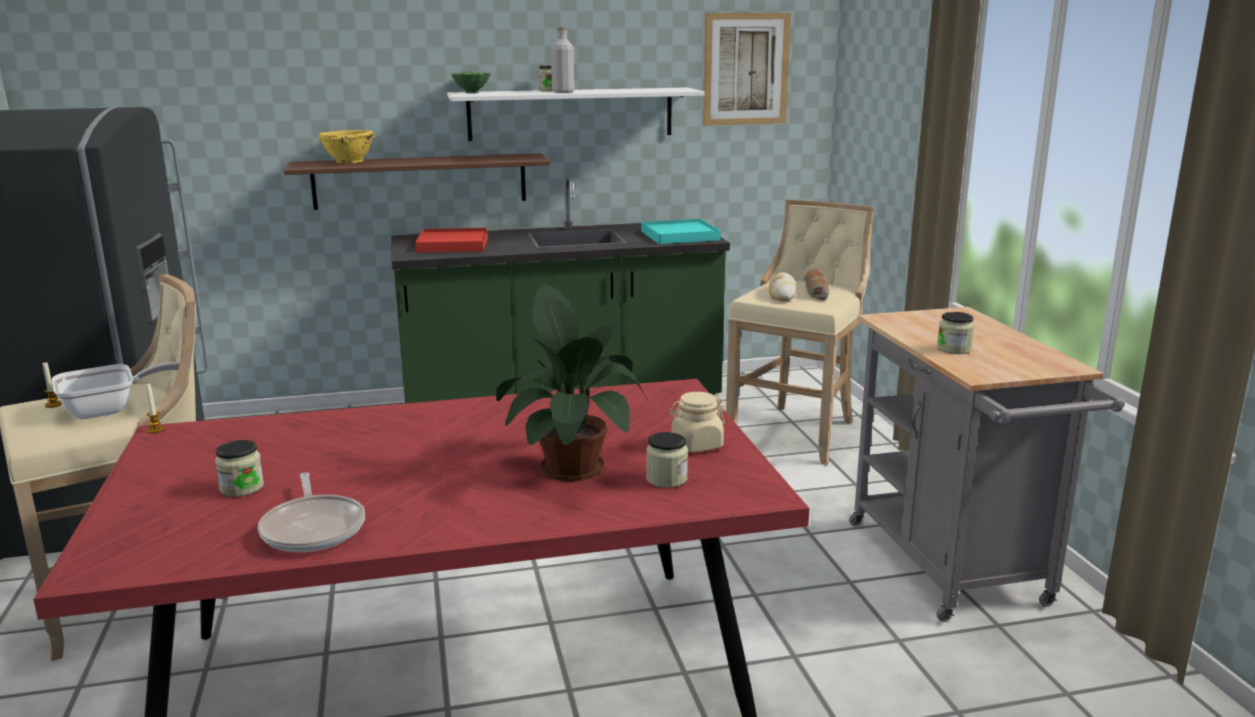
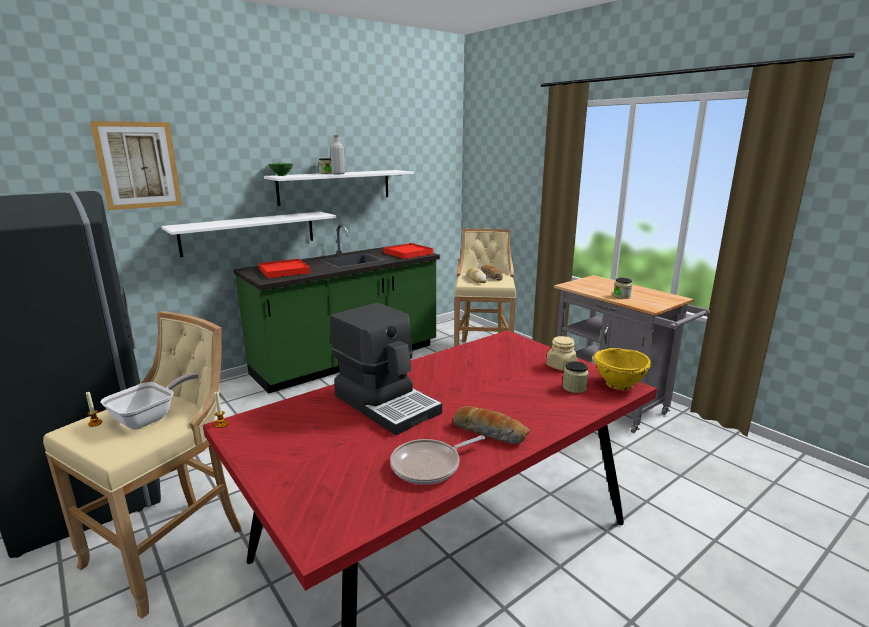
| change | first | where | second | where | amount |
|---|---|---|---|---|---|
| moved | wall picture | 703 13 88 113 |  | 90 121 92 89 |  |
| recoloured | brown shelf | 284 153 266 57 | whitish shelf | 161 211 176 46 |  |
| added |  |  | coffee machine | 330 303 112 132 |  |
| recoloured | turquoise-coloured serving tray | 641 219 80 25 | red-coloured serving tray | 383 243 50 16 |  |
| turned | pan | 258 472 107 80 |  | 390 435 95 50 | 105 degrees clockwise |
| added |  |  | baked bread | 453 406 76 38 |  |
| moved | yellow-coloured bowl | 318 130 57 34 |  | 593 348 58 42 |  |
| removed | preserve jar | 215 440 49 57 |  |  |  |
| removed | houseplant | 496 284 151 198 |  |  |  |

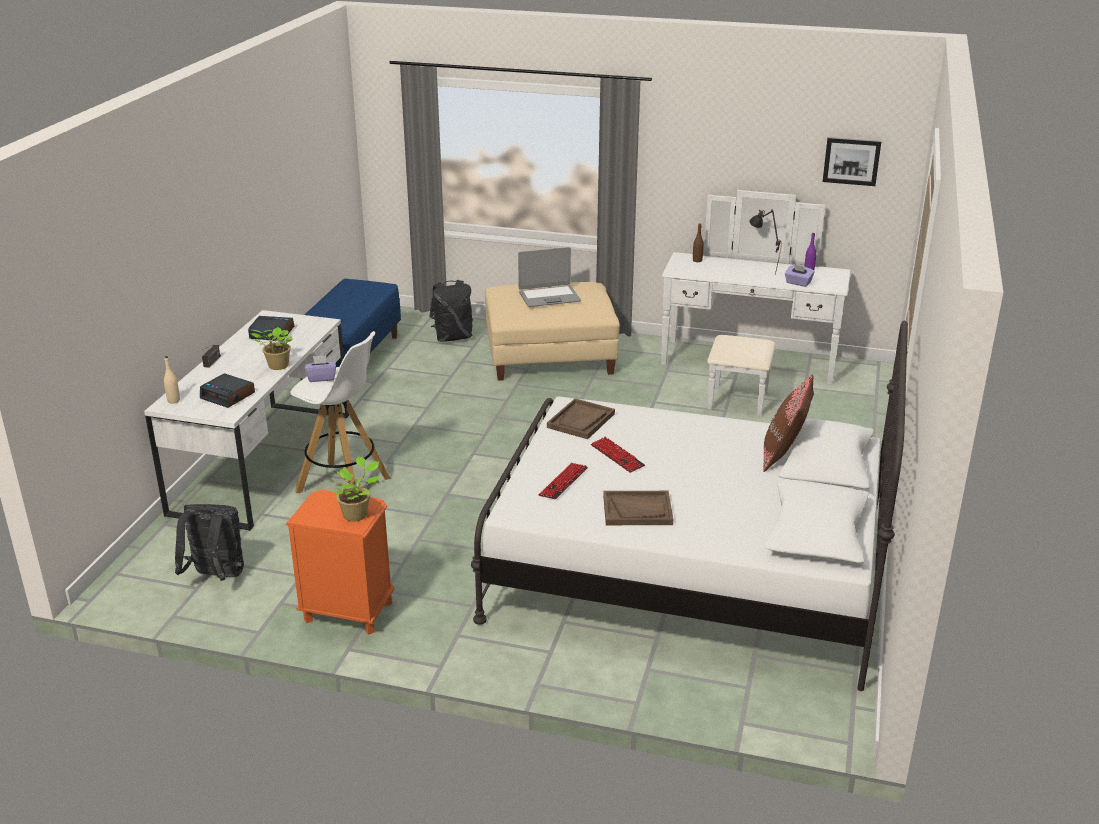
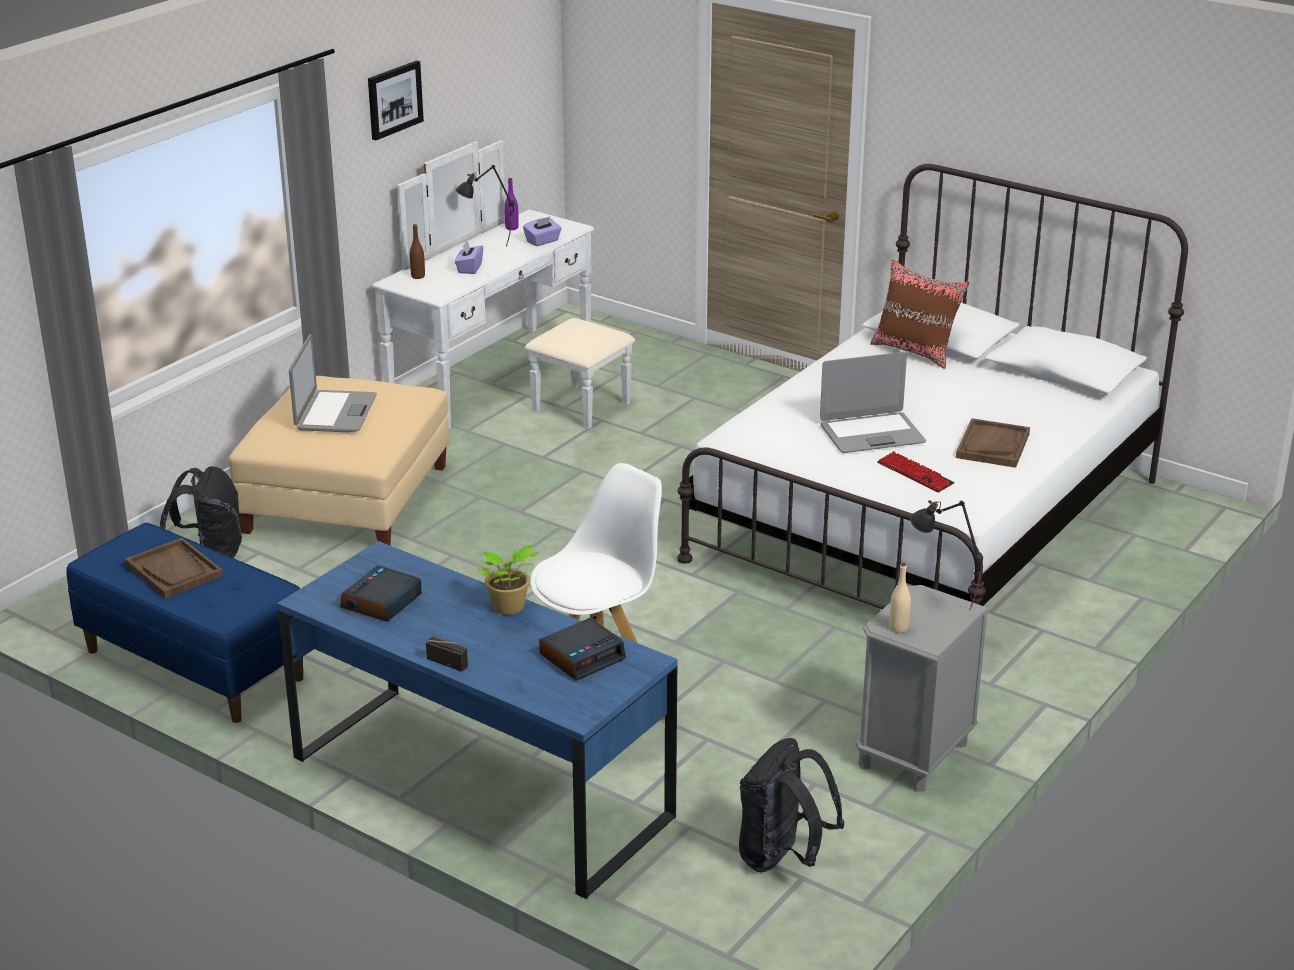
| change | first | where | second | where | amount |
|---|---|---|---|---|---|
| moved | brown serving tray | 547 398 68 41 |  | 125 538 98 61 |  |
| recoloured | whitish desk | 144 310 205 221 | bluish desk | 277 541 401 358 |  |
| moved | wall picture | 823 137 58 49 |  | 368 61 56 79 |  |
| moved | purple tissue box | 305 355 31 27 |  | 455 241 28 33 |  |
| replaced | keyboard | 591 437 54 36 | laptop | 820 352 106 101 |  |
| recoloured | orange-coloured bedside table | 285 490 109 145 | greyish bedside table | 856 585 133 207 |  |
| moved | beige-coloured drink bottle | 164 356 16 48 |  | 889 563 22 70 |  |
| replaced | houseplant | 332 456 48 66 | black table lamp | 910 500 73 110 |  |

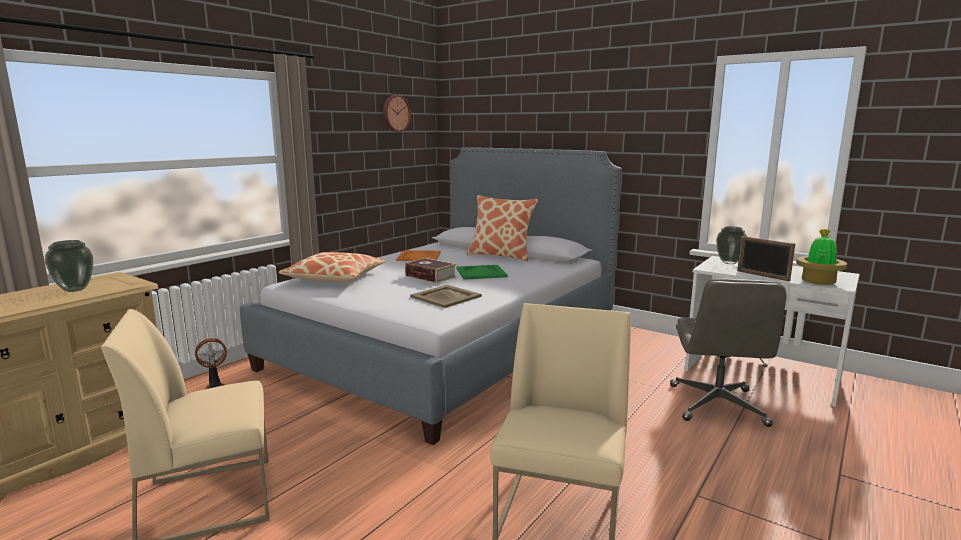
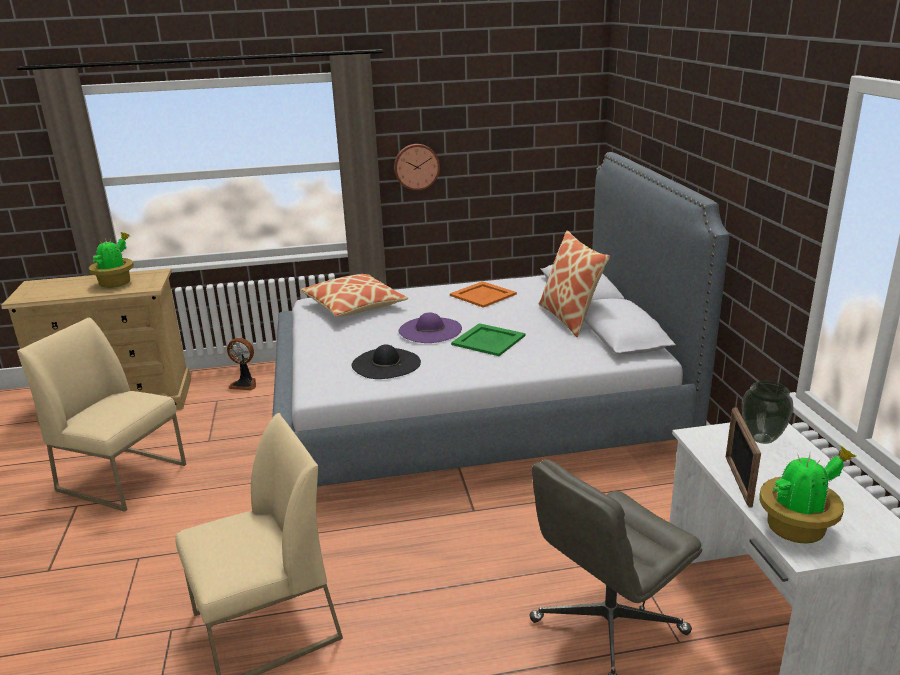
| change | first | where | second | where | amount |
|---|---|---|---|---|---|
| replaced | vase | 45 240 48 52 | houseplant | 89 232 45 56 |  |
| replaced | beige-coloured serving tray | 410 285 72 23 | black wearable hat | 351 344 70 35 |  |
| moved | hanging clock | 383 95 28 37 |  | 394 144 46 47 |  |
| replaced | book | 405 258 51 25 | purple wearable hat | 399 312 63 31 |  |

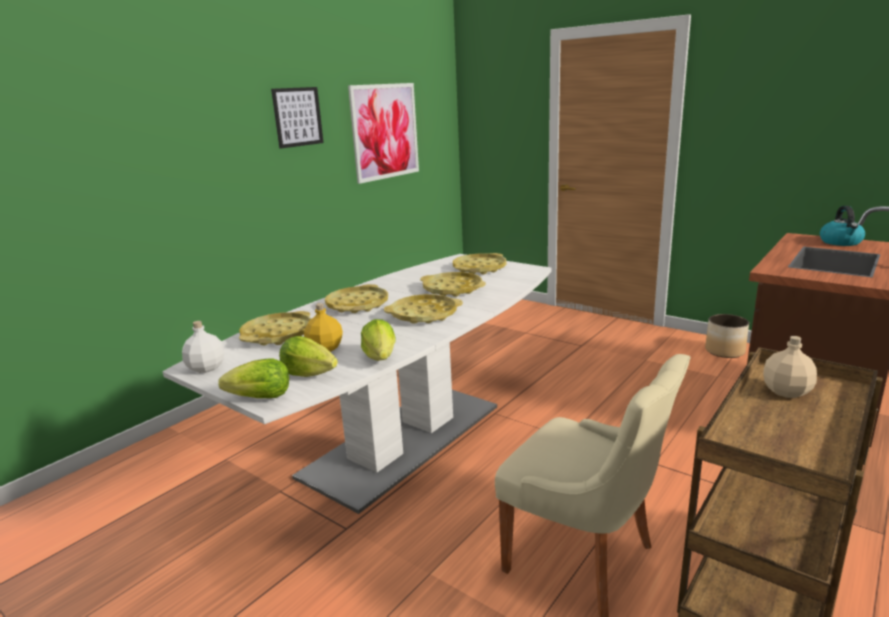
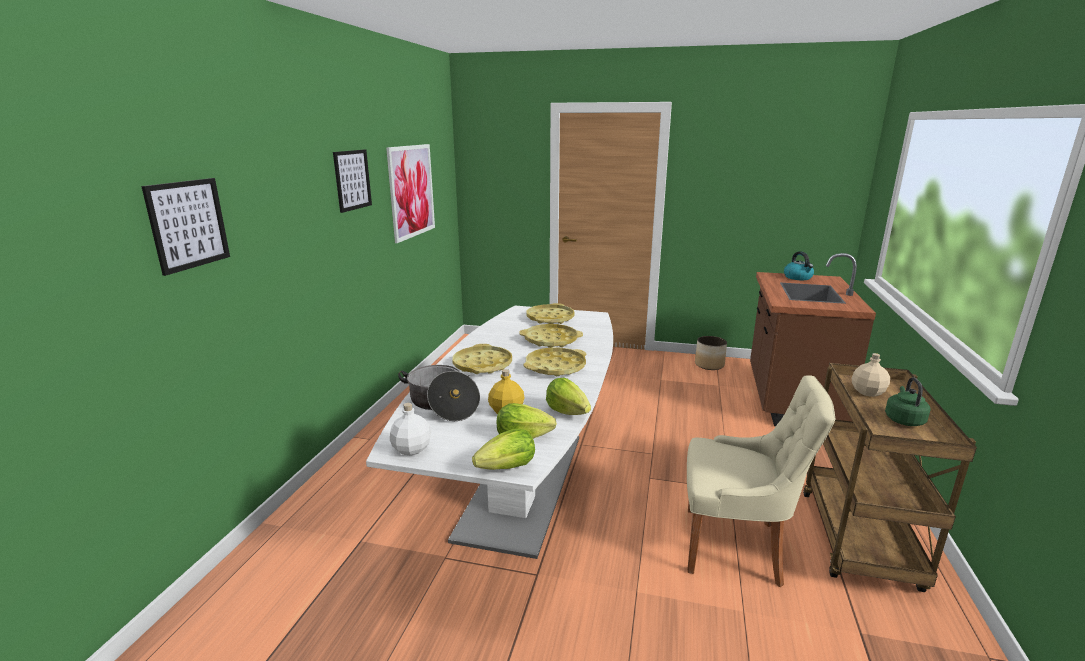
| change | first | where | second | where | amount |
|---|---|---|---|---|---|
| added |  |  | wall picture | 141 178 89 98 |  |
| replaced | yellow-coloured serving tray | 239 311 72 34 | stockpot | 398 365 82 56 |  |
| added |  |  | green-coloured tea kettle | 885 377 46 49 |  |

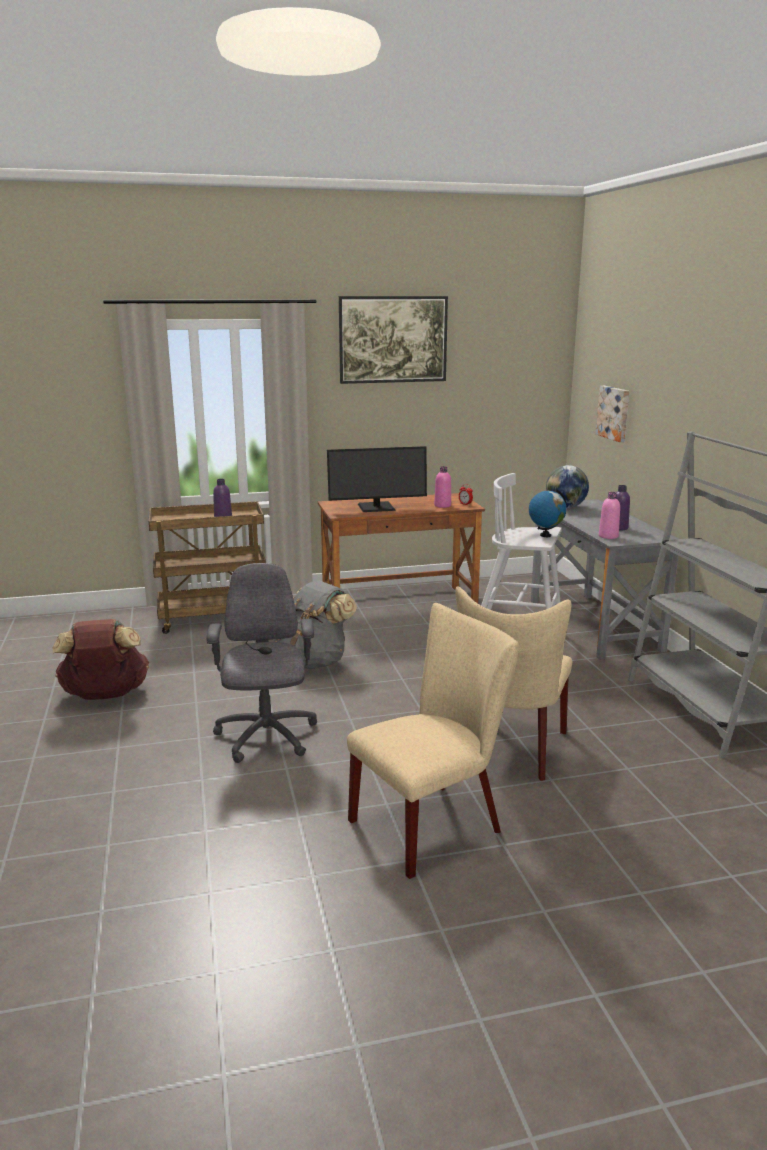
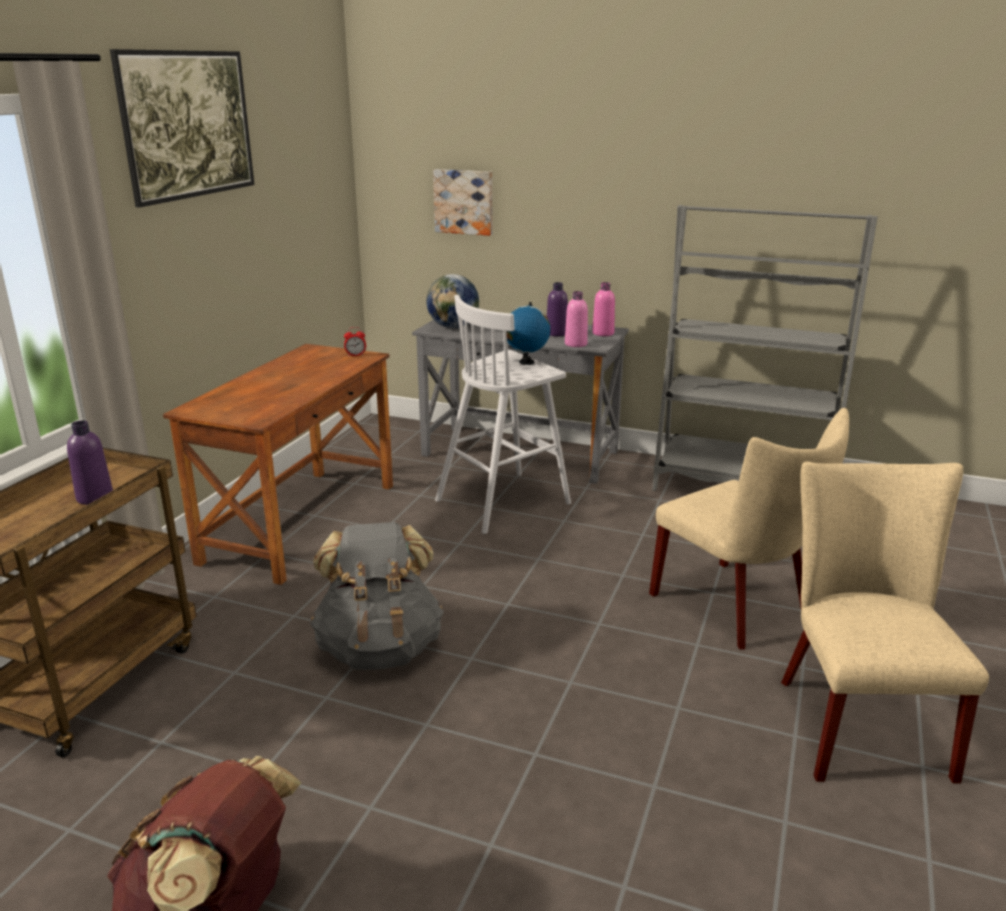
| change | first | where | second | where | amount |
|---|---|---|---|---|---|
| moved | pink drink bottle | 434 466 17 42 |  | 592 282 23 54 |  |
| removed | greyish desk chair | 207 563 110 200 |  |  |  |
| removed | monitor | 327 446 100 66 |  |  |  |

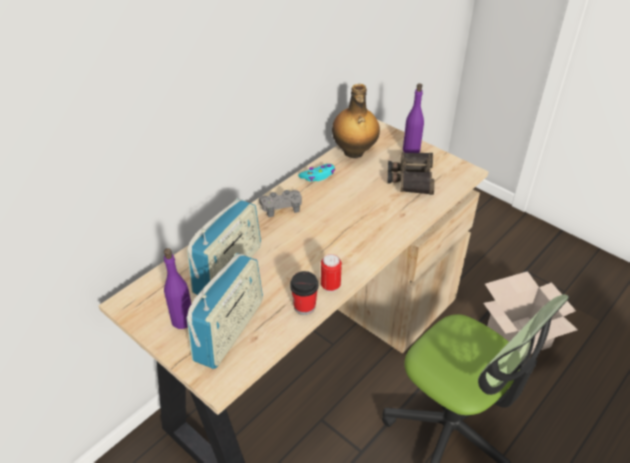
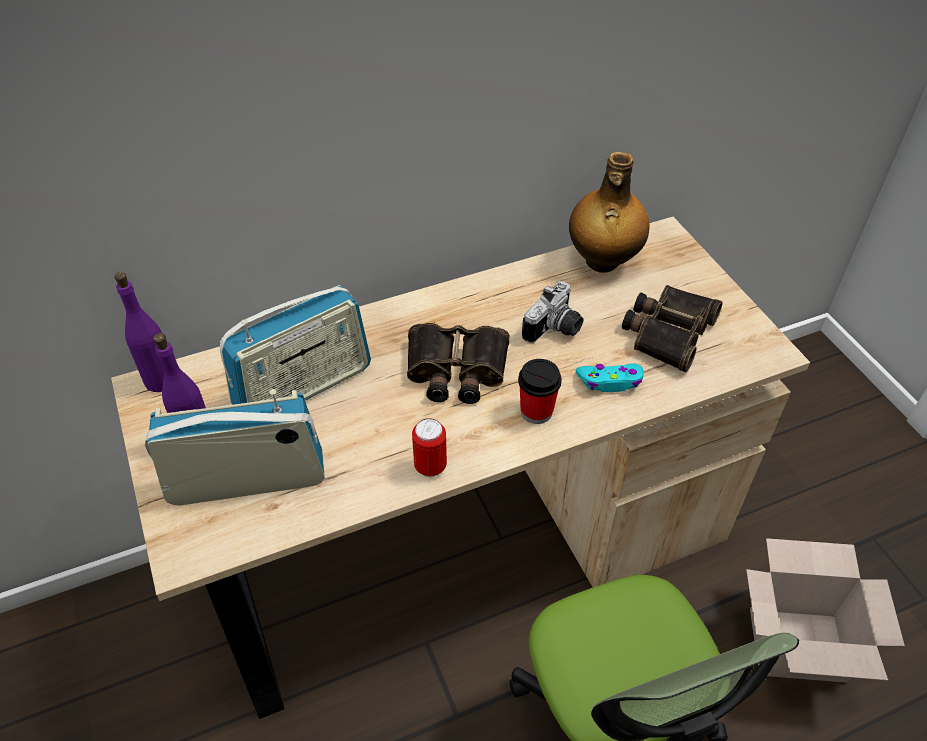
| change | first | where | second | where | amount |
|---|---|---|---|---|---|
| moved | purple drink bottle | 403 83 21 70 |  | 115 272 49 120 |  |
| turned | radio | 187 253 76 116 |  | 145 389 180 116 | 150 degrees counterclockwise |
| added |  |  | binoculars | 407 323 103 81 |  |
| moved | drinking cup | 290 271 29 44 |  | 518 359 44 65 |  |
| added |  |  | photo camera | 522 281 61 62 |  |
| moved | turquoise-coloured joypad | 298 164 37 18 |  | 576 363 68 29 |  |
| removed | greyish joypad | 259 190 43 27 |  |  |  |

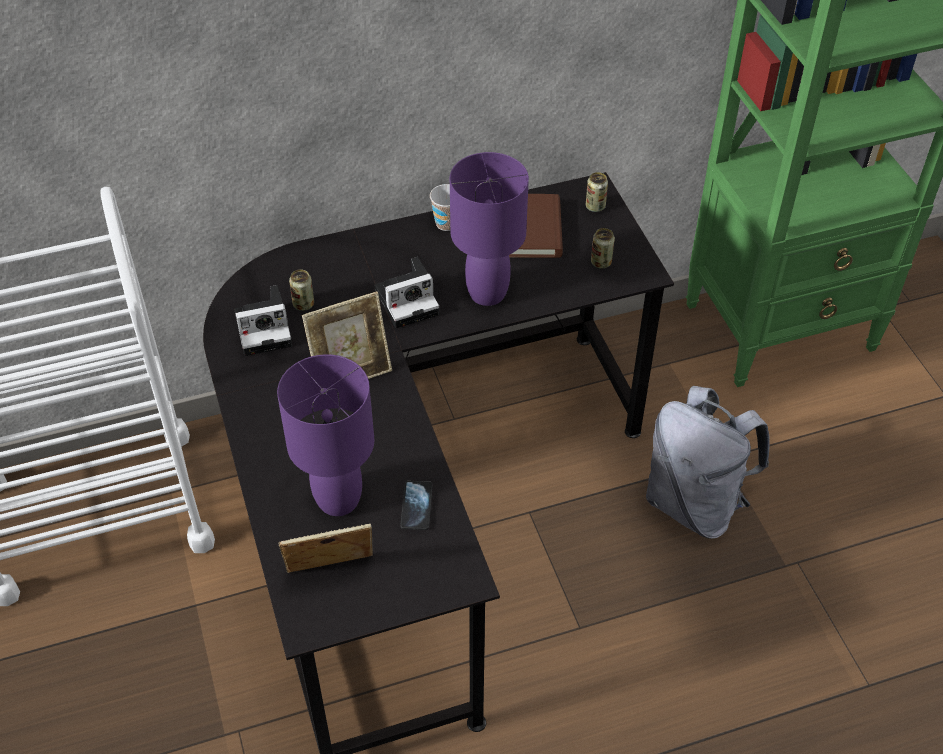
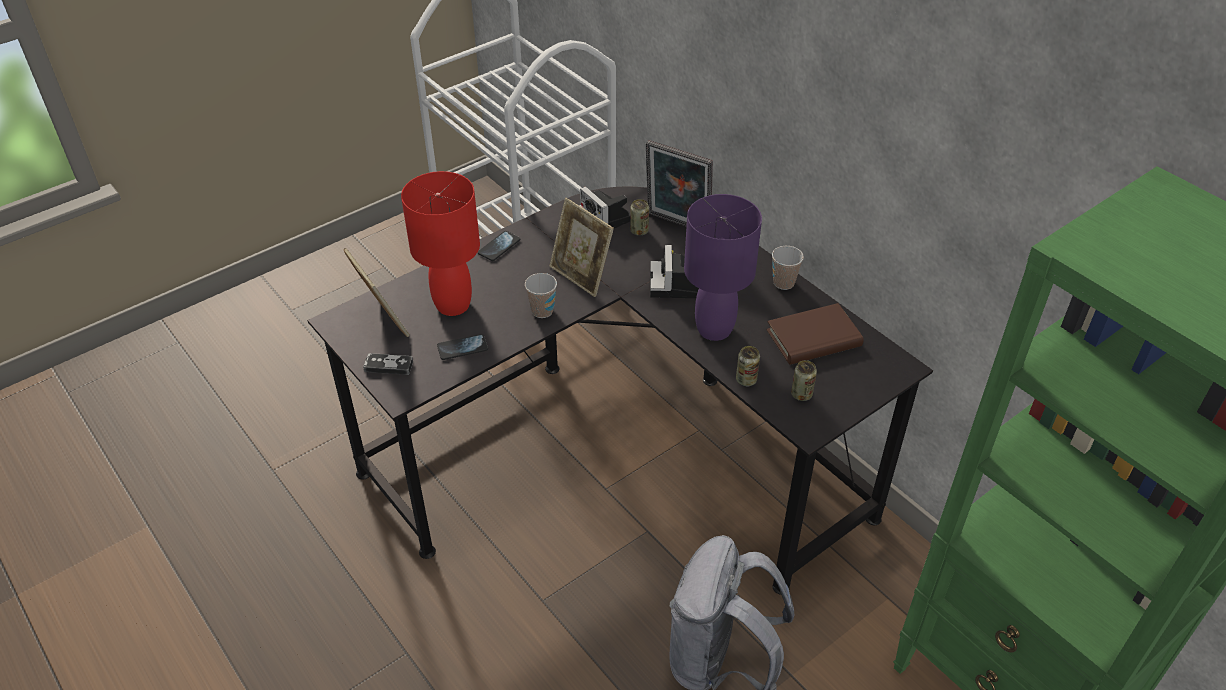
| change | first | where | second | where | amount |
|---|---|---|---|---|---|
| added |  |  | joypad | 363 353 50 22 |  |
| recoloured | purple table lamp | 277 354 98 162 | red-coloured table lamp | 401 171 79 145 |  |
| added |  |  | phone | 478 231 42 30 |  |
| added |  |  | drinking cup | 525 273 32 45 |  |
| added |  |  | picture frame | 646 140 67 86 |  |
| turned | photo camera | 375 257 64 71 |  | 650 245 49 53 | 45 degrees clockwise |
| moved | metal can | 586 172 22 40 |  | 736 346 24 40 |  |

